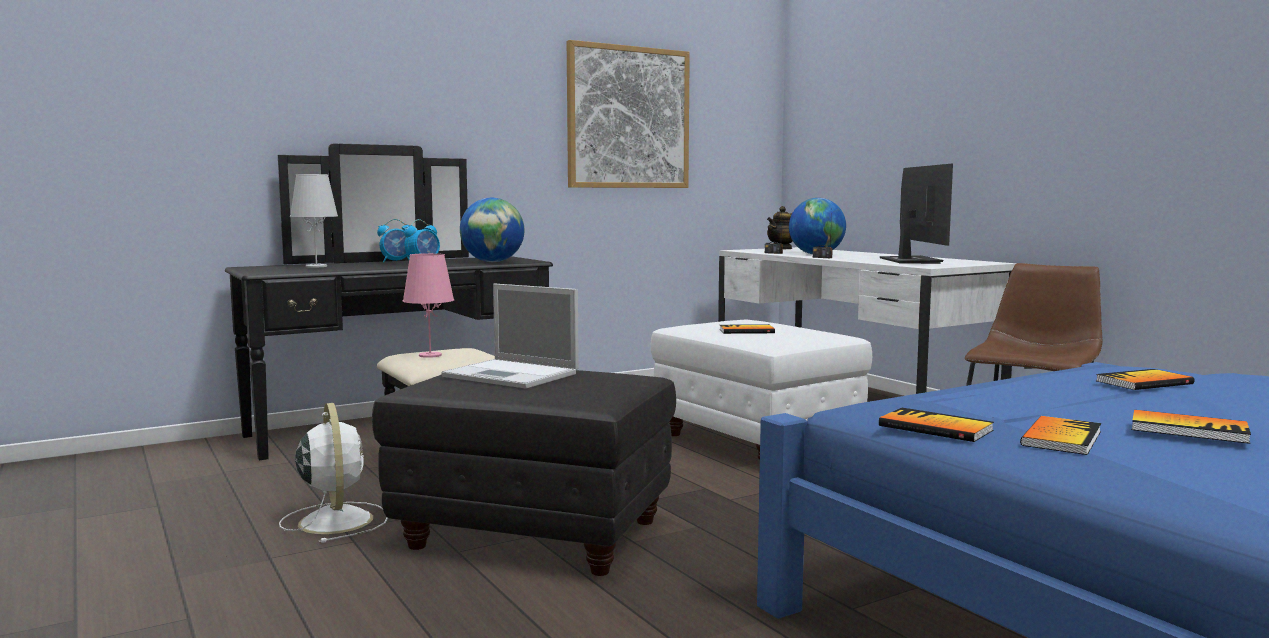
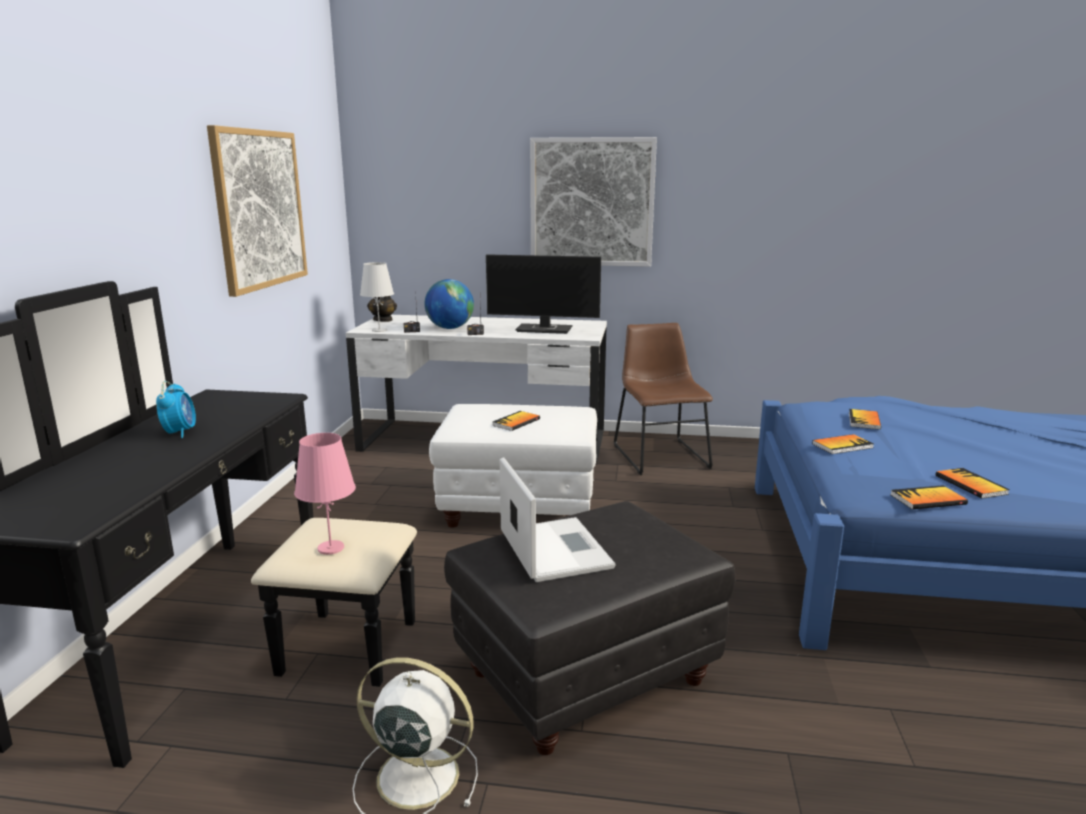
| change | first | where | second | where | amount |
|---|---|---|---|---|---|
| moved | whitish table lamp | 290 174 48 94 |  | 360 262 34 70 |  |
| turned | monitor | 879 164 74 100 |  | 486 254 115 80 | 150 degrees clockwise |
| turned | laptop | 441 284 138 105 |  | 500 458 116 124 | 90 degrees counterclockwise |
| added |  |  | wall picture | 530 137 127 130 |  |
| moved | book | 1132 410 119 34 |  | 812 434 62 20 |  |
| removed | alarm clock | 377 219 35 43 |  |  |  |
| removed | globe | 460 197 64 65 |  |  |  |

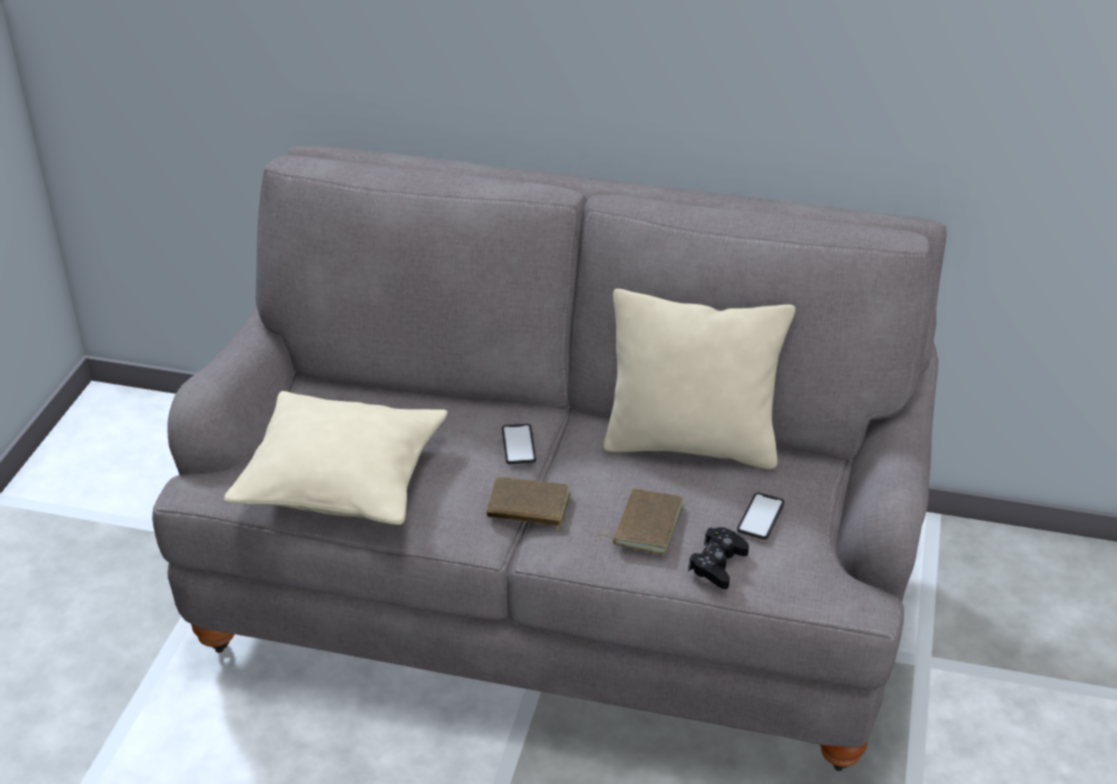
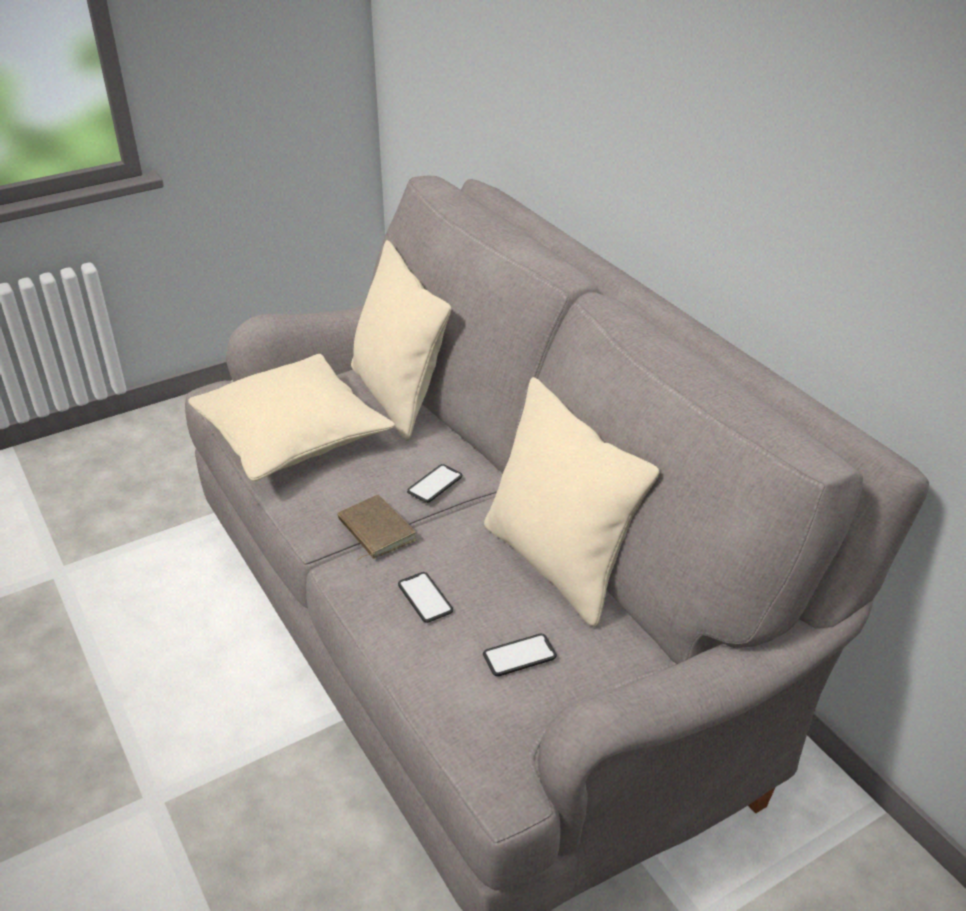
| change | first | where | second | where | amount |
|---|---|---|---|---|---|
| added |  |  | beige-coloured throw pillow | 351 240 100 201 |  |
| replaced | brown book | 597 489 86 66 | phone | 398 572 55 51 |  |
| removed | black joypad | 688 527 61 62 |  |  |  |

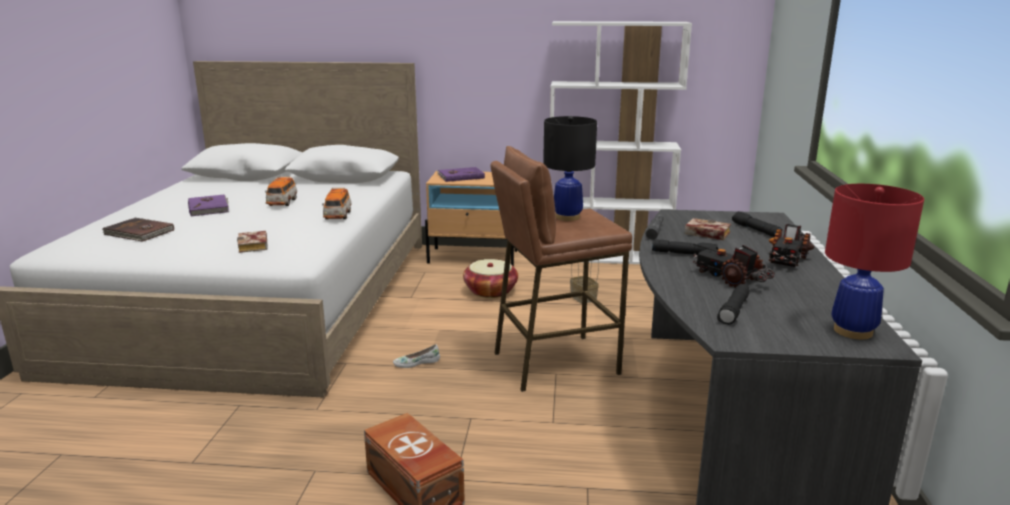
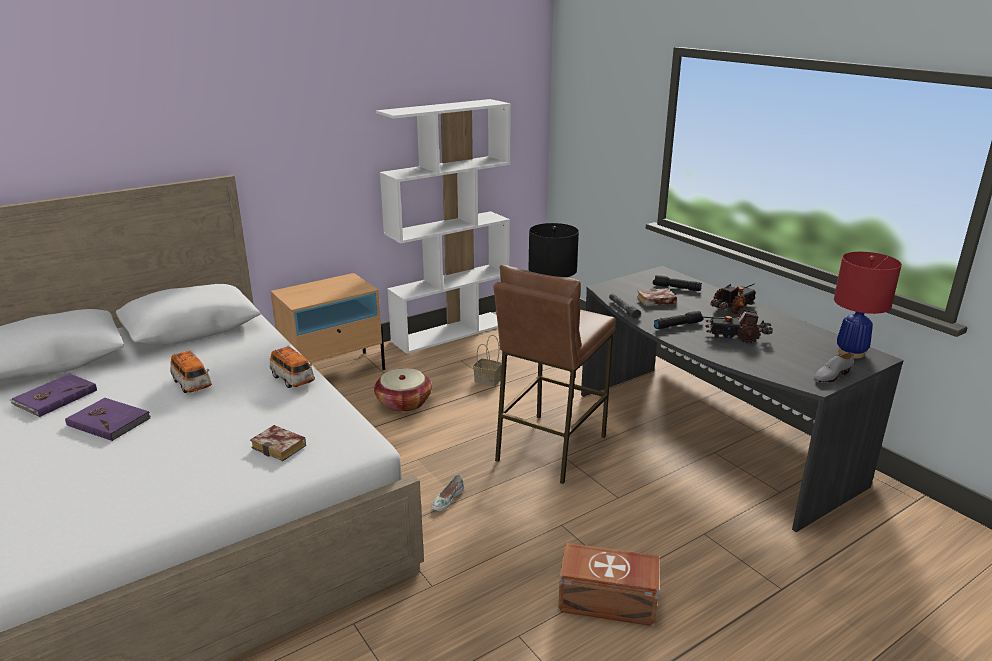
| change | first | where | second | where | amount |
|---|---|---|---|---|---|
| moved | purple book | 437 167 48 15 |  | 10 374 87 43 |  |
| turned | toy lorry | 769 224 46 43 |  | 710 283 47 31 | 120 degrees counterclockwise |
| added |  |  | greyish item of footwear | 814 353 40 30 |  |
| removed | brown book | 102 218 72 24 |  |  |  |
| removed | black hand torch | 717 284 33 40 |  |  |  |

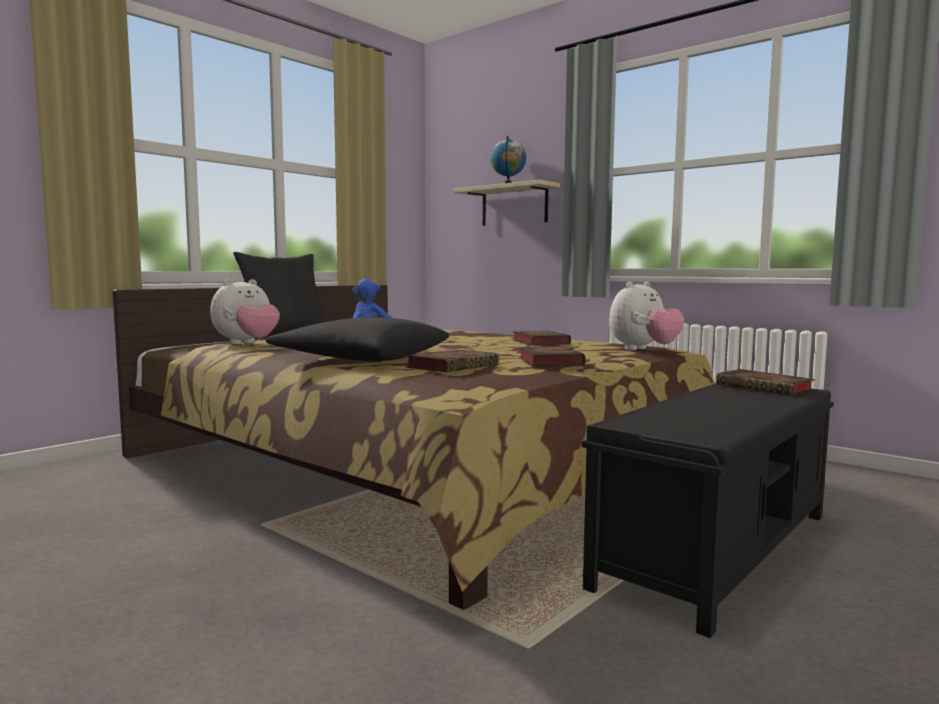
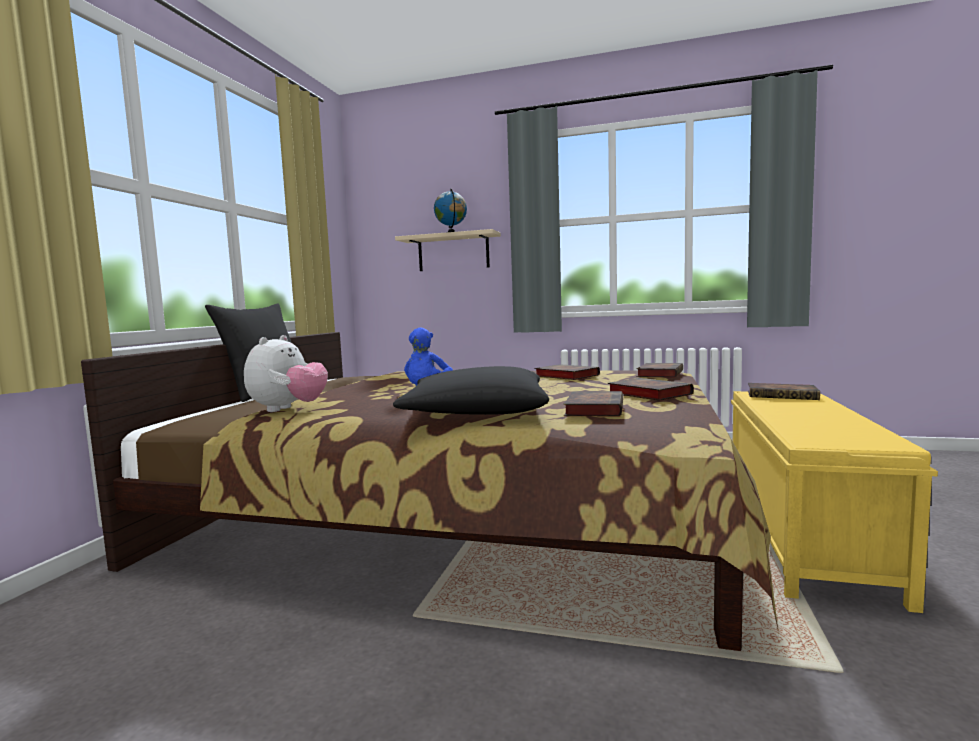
| change | first | where | second | where | amount |
|---|---|---|---|---|---|
| replaced | plush toy | 609 281 75 69 | book | 637 363 46 14 |  |
| recoloured | black indoor bench | 582 383 252 255 | yellow-coloured indoor bench | 731 391 207 222 |  |

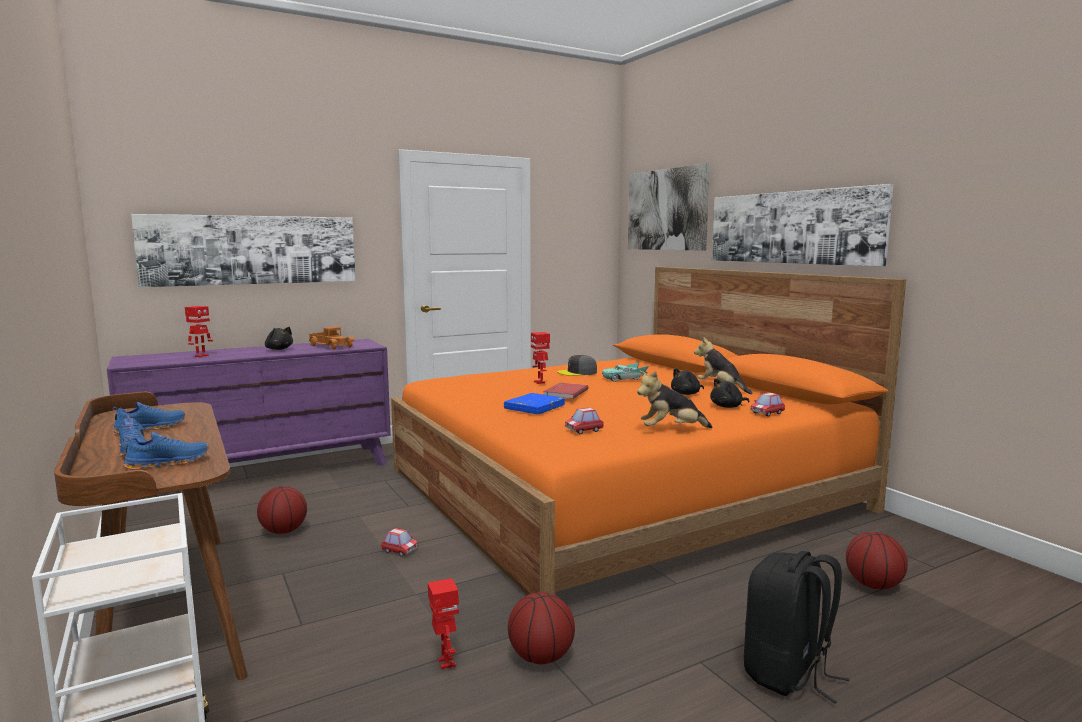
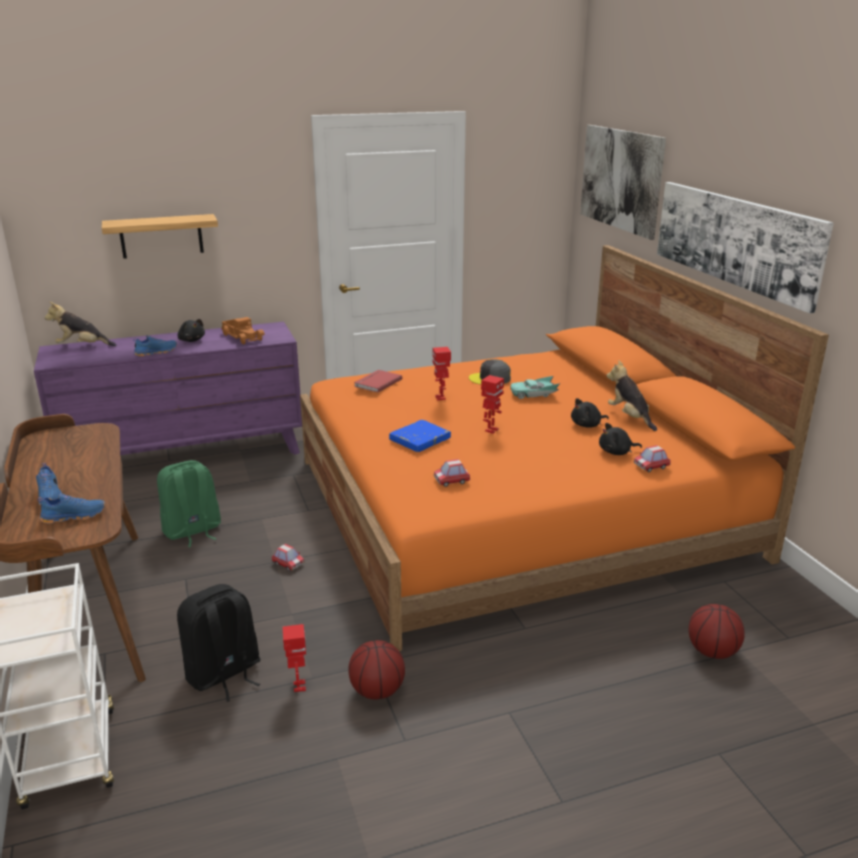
| change | first | where | second | where | amount |
|---|---|---|---|---|---|
| moved | plush toy | 637 370 75 58 |  | 45 301 71 45 |  |
| replaced | wall picture | 131 214 224 73 | shelf | 102 214 116 45 |  |
| moved | bluish item of footwear | 112 402 73 32 |  | 133 335 44 22 |  |
| replaced | basketball ball | 257 486 50 48 | green-coloured knapsack | 157 460 64 88 |  |
| moved | black knapsack | 744 551 105 153 |  | 177 584 84 118 |  |
| moved | red-coloured book | 543 383 45 16 |  | 354 370 48 23 |  |
| moved | model robot | 185 306 28 52 |  | 481 375 23 59 |  |

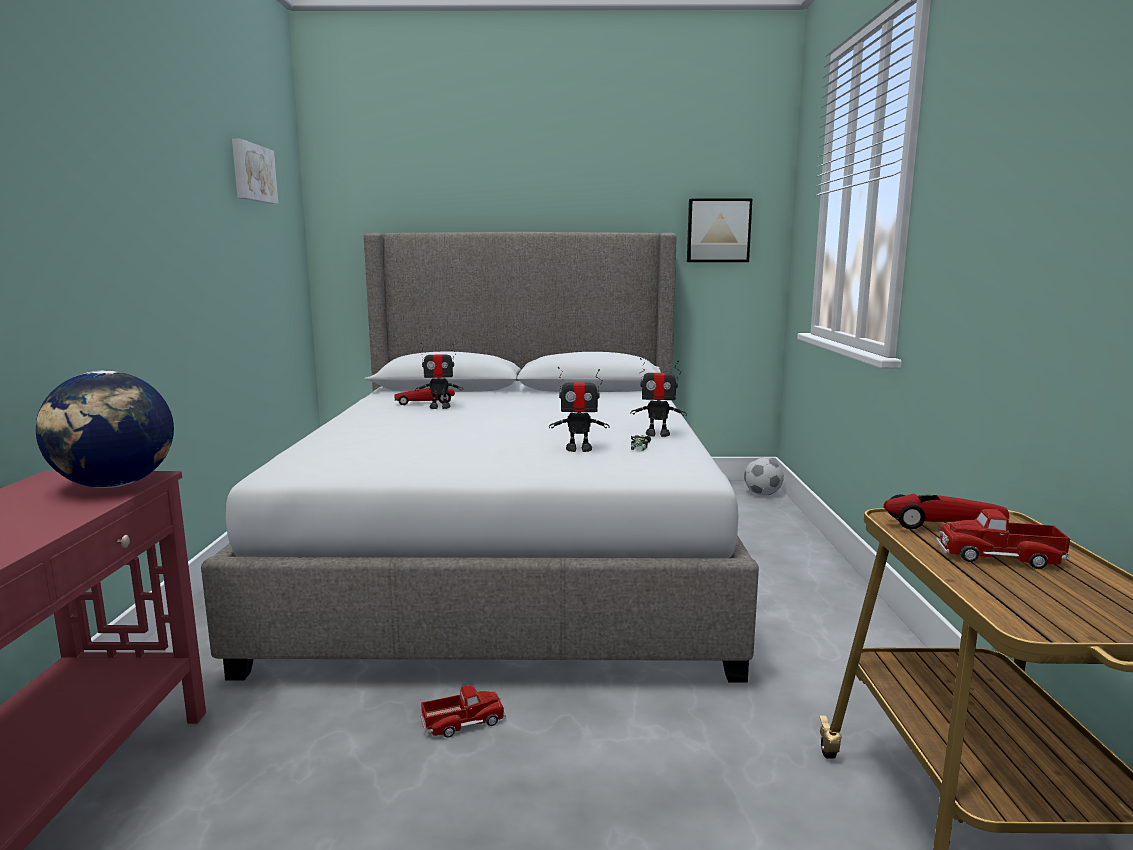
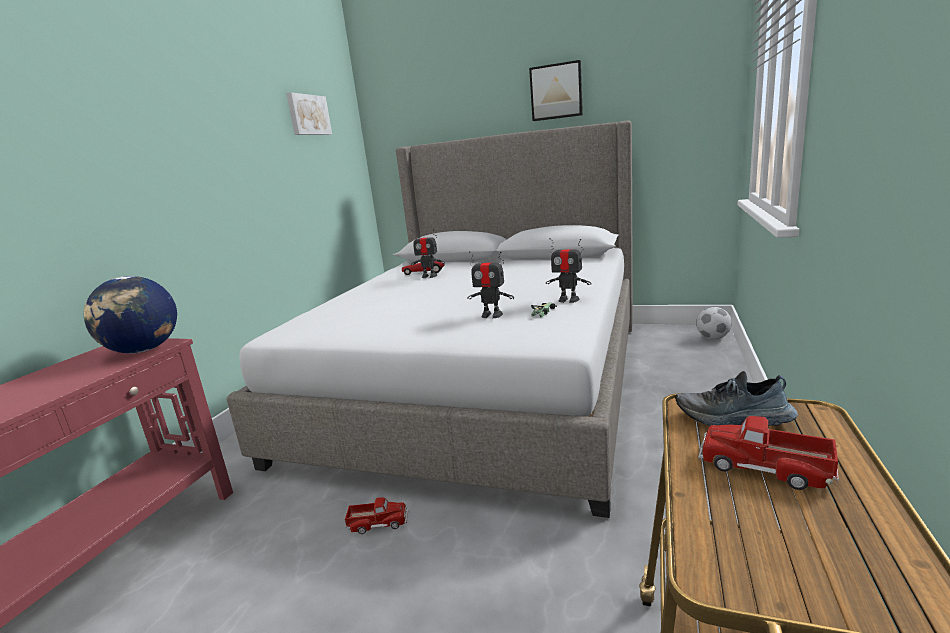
| change | first | where | second | where | amount |
|---|---|---|---|---|---|
| moved | wall picture | 687 199 65 63 |  | 529 60 54 61 |  |
| replaced | miniature car | 884 494 125 35 | item of footwear | 675 371 123 55 |  |

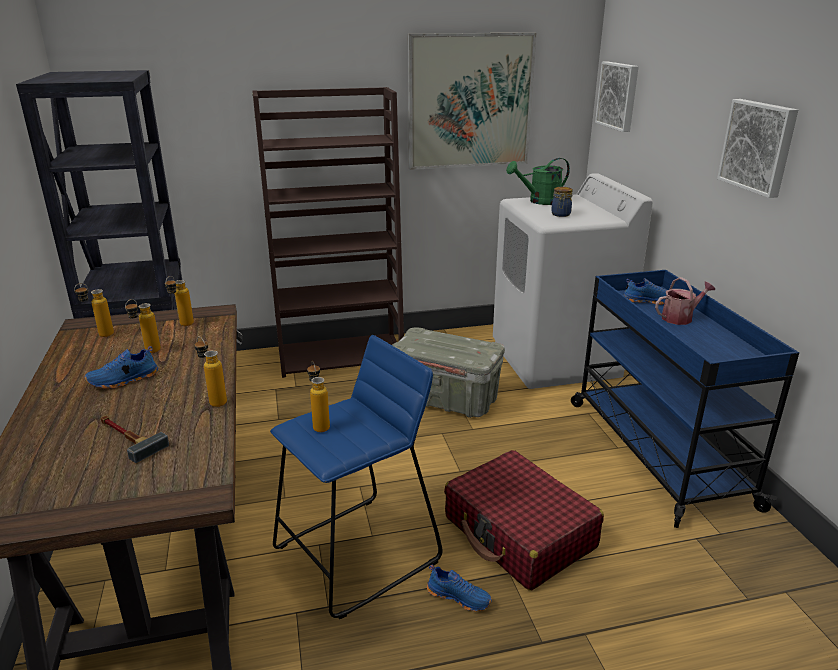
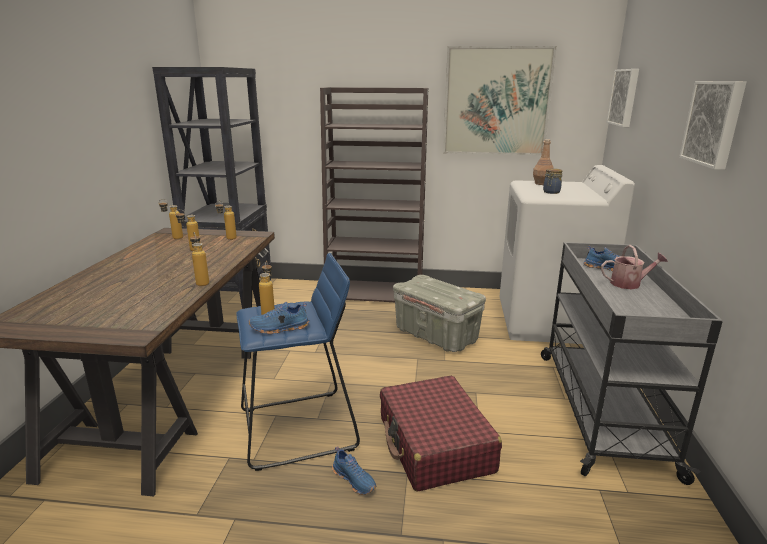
| change | first | where | second | where | amount |
|---|---|---|---|---|---|
| moved | bluish item of footwear | 85 346 73 43 |  | 249 302 61 32 |  |
| replaced | green-coloured watering can | 506 158 64 47 | brown drink bottle | 533 139 20 46 |  |
| recoloured | bluish cart | 571 270 228 258 | greyish cart | 541 242 182 243 |  |
| removed | hammer | 100 416 69 47 |  |  |  |

